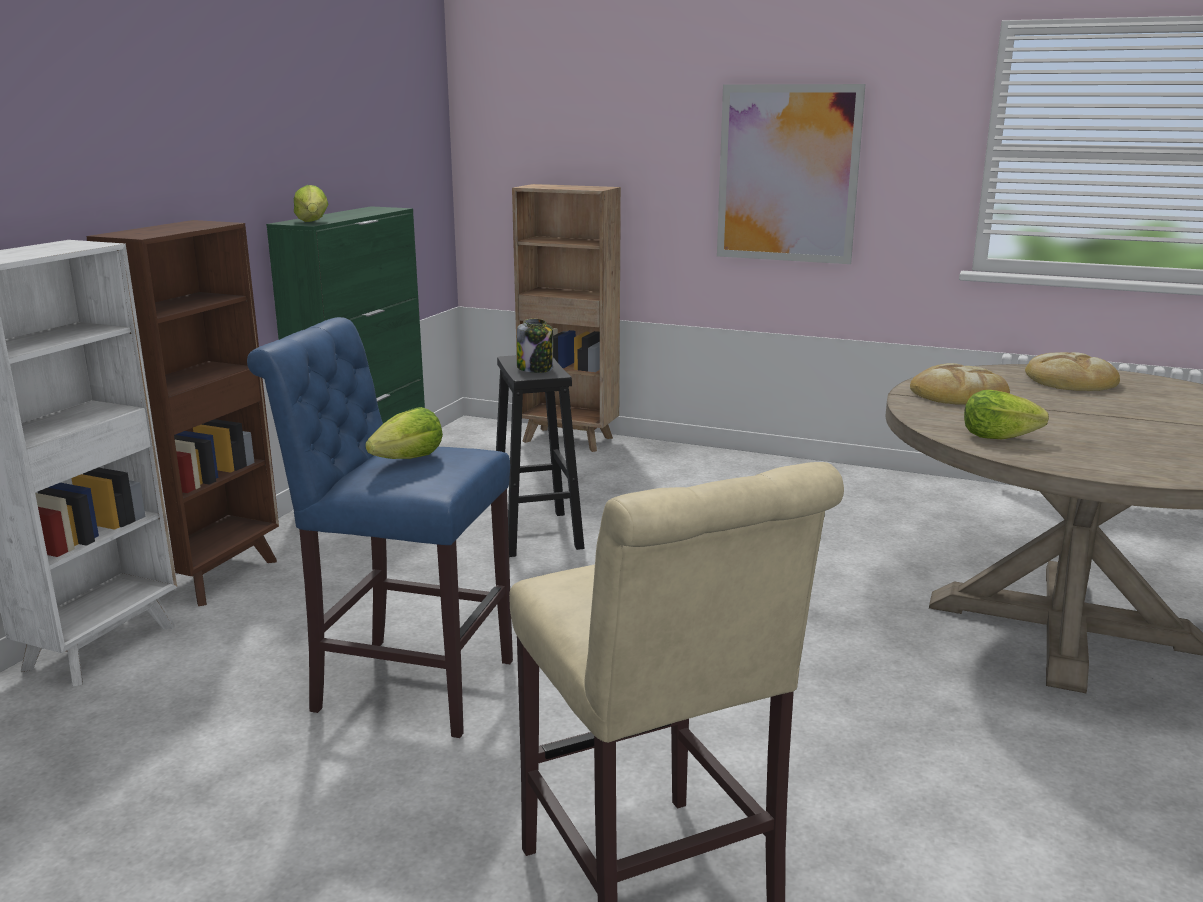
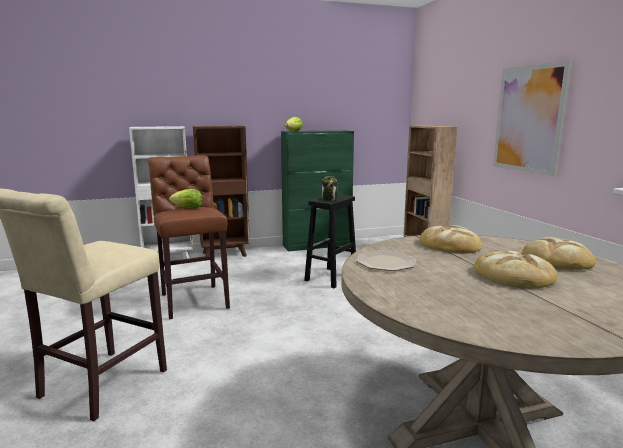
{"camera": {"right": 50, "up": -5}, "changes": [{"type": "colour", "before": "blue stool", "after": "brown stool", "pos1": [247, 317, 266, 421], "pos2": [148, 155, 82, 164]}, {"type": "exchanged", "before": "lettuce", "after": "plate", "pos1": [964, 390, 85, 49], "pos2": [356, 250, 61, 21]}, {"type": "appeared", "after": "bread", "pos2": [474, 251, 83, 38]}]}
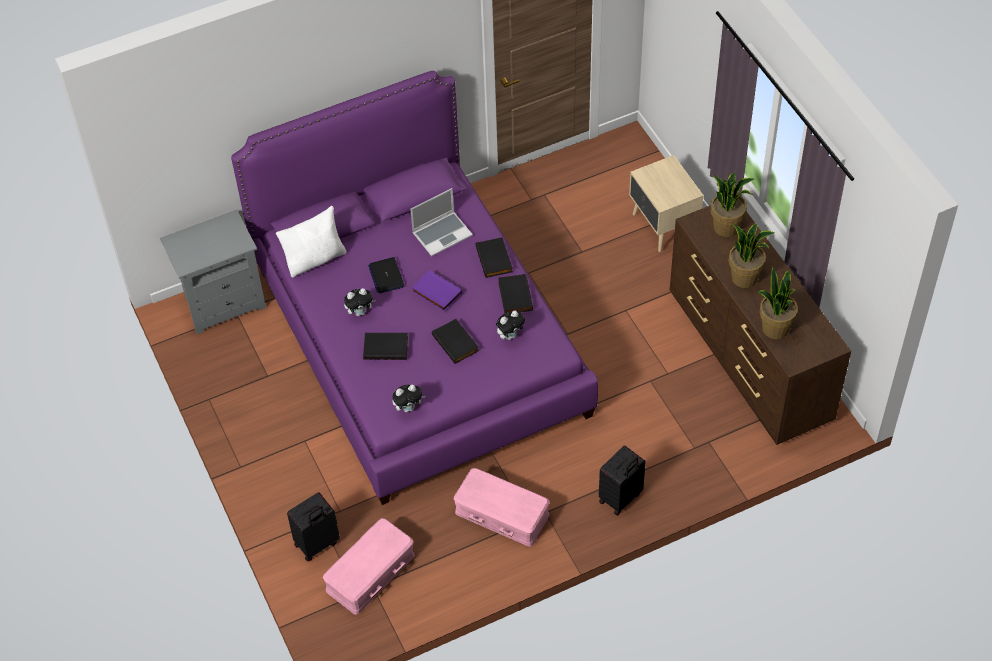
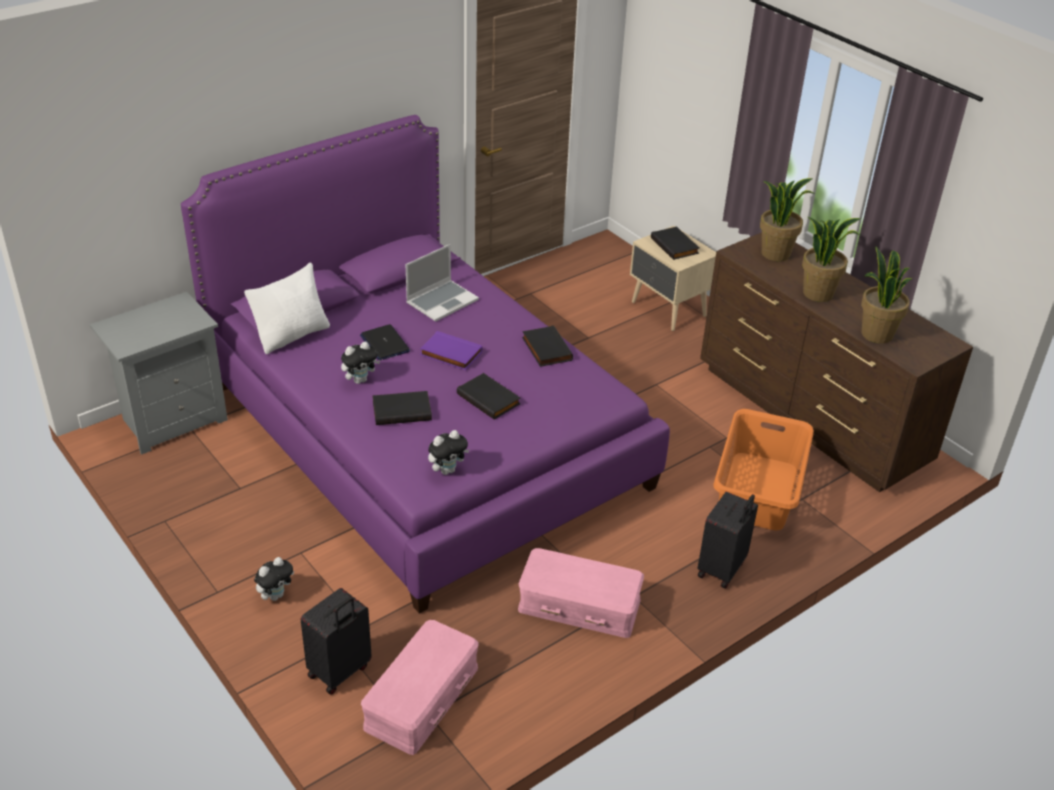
{"camera": {"right": -15, "up": -15}, "changes": [{"type": "relocated", "before": "plush toy", "pos1": [496, 311, 29, 29], "pos2": [254, 557, 40, 44]}, {"type": "relocated", "before": "black book", "pos1": [476, 237, 37, 41], "pos2": [651, 227, 48, 33]}, {"type": "appeared", "after": "orange laundry basket", "pos2": [714, 409, 100, 121]}]}
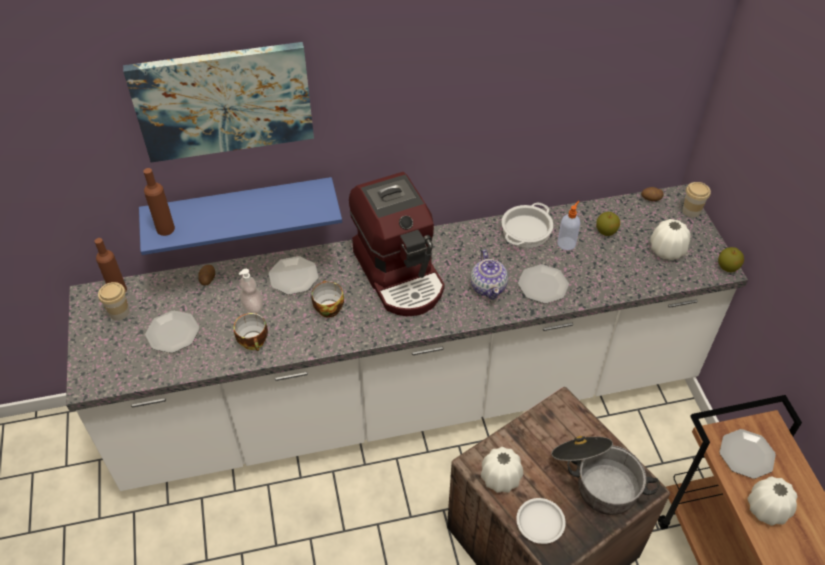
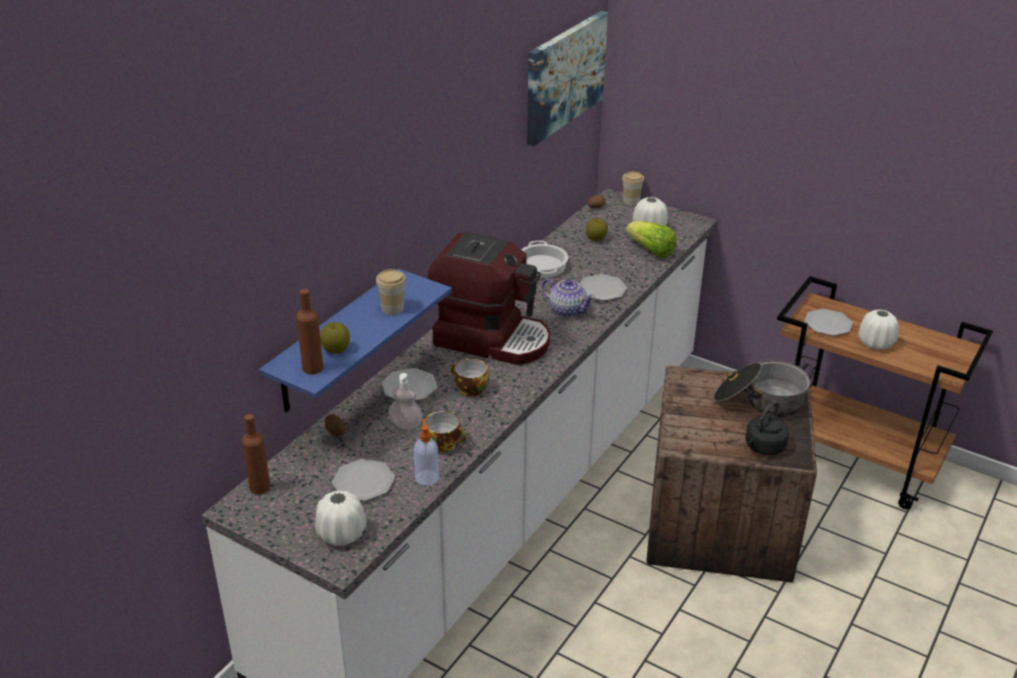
{"camera": {"right": -45, "up": -15}, "changes": [{"type": "relocated", "before": "white vase", "pos1": [481, 447, 42, 46], "pos2": [315, 491, 52, 55]}, {"type": "relocated", "before": "apple", "pos1": [718, 247, 26, 25], "pos2": [320, 322, 30, 31]}, {"type": "relocated", "before": "cup", "pos1": [98, 282, 31, 38], "pos2": [376, 269, 30, 46]}, {"type": "relocated", "before": "soap dispenser", "pos1": [558, 201, 22, 49], "pos2": [414, 419, 25, 67]}, {"type": "relocated", "before": "picture", "pos1": [123, 42, 191, 121], "pos2": [527, 11, 81, 135]}, {"type": "appeared", "after": "lettuce", "pos2": [626, 221, 50, 37]}, {"type": "exchanged", "before": "white plate", "after": "black kettle", "pos1": [516, 498, 50, 46], "pos2": [745, 401, 44, 54]}]}
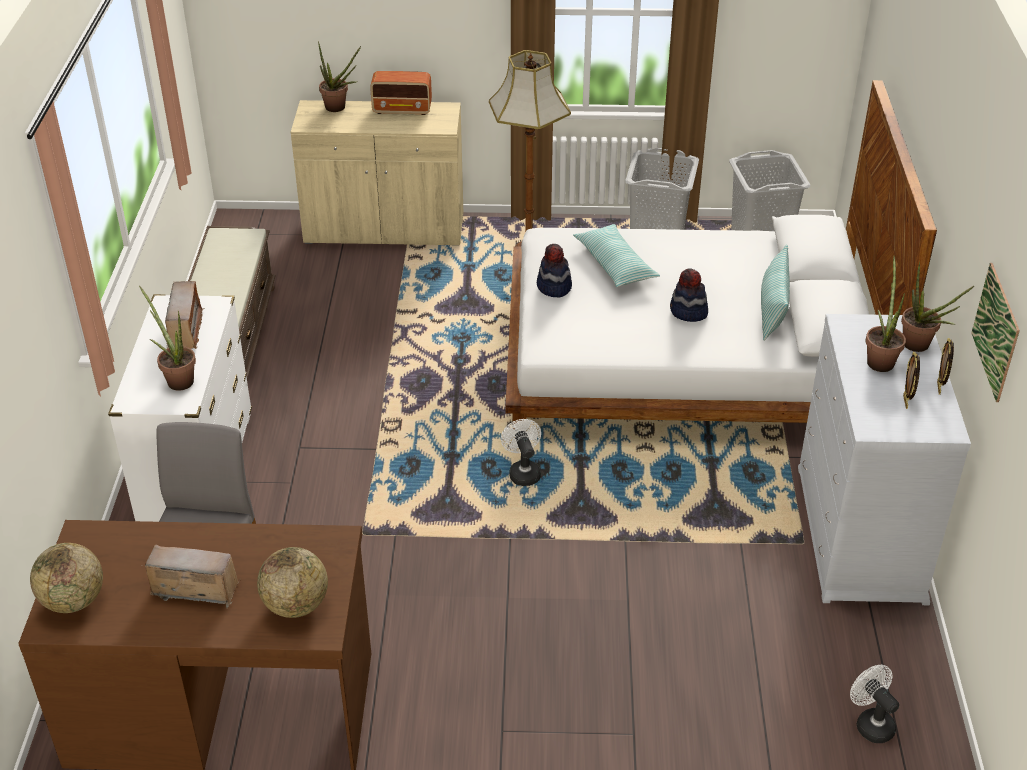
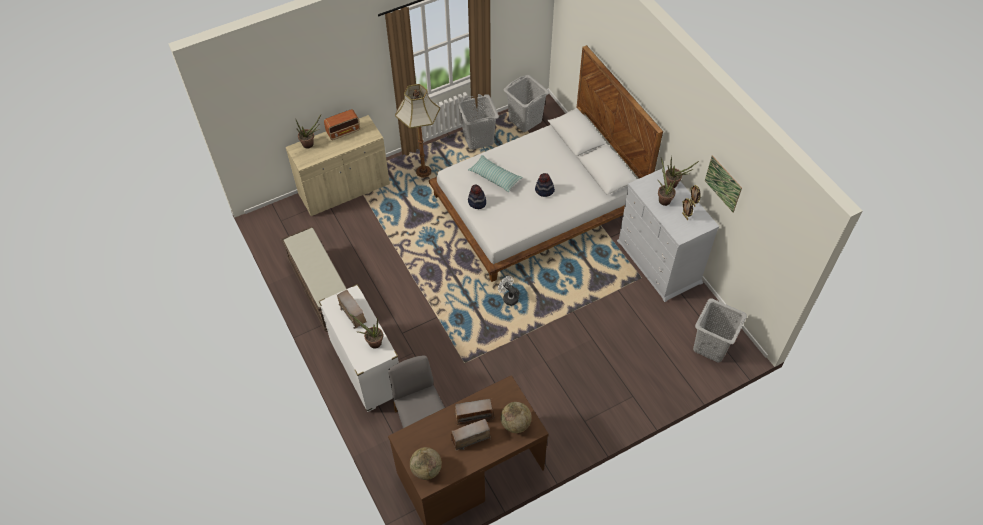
{"camera": {"right": -30, "up": 15}, "changes": [{"type": "appeared", "after": "radio", "pos2": [455, 399, 40, 26]}, {"type": "exchanged", "before": "white fan", "after": "grey laundry basket", "pos1": [850, 665, 49, 78], "pos2": [693, 299, 54, 64]}, {"type": "missing", "before": "pillow", "pos1": [761, 245, 29, 96]}]}
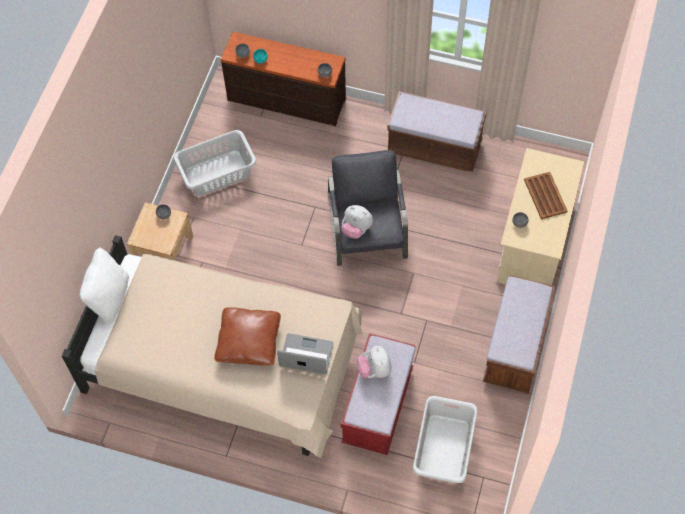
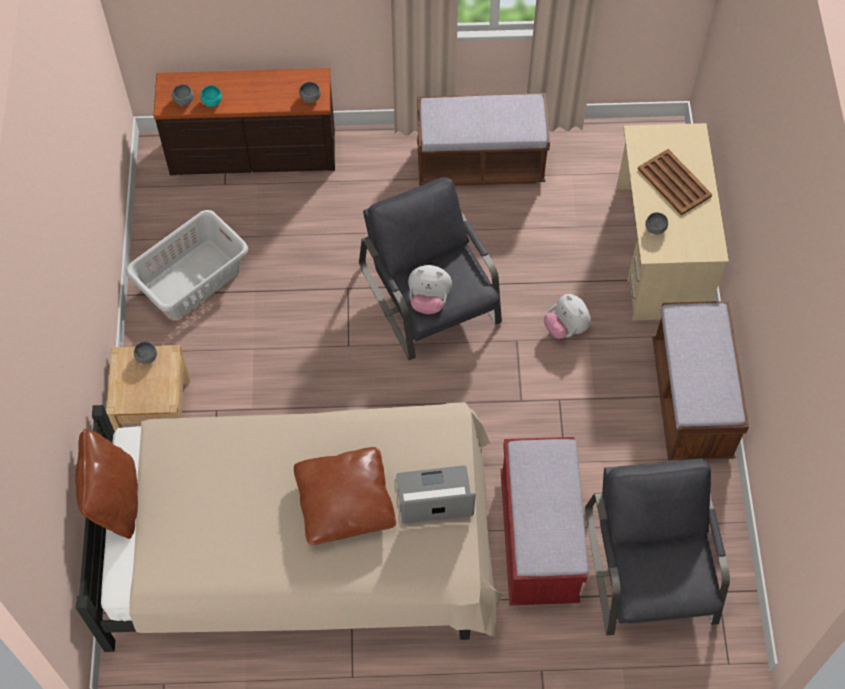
{"camera": {"right": -20, "up": 0}, "changes": [{"type": "colour", "before": "white pillow", "after": "brown pillow", "pos1": [80, 247, 49, 77], "pos2": [75, 429, 63, 110]}, {"type": "relocated", "before": "plush toy", "pos1": [357, 346, 34, 32], "pos2": [544, 294, 47, 45]}, {"type": "exchanged", "before": "grey laundry basket", "after": "grey armchair", "pos1": [413, 396, 65, 87], "pos2": [585, 458, 145, 177]}]}
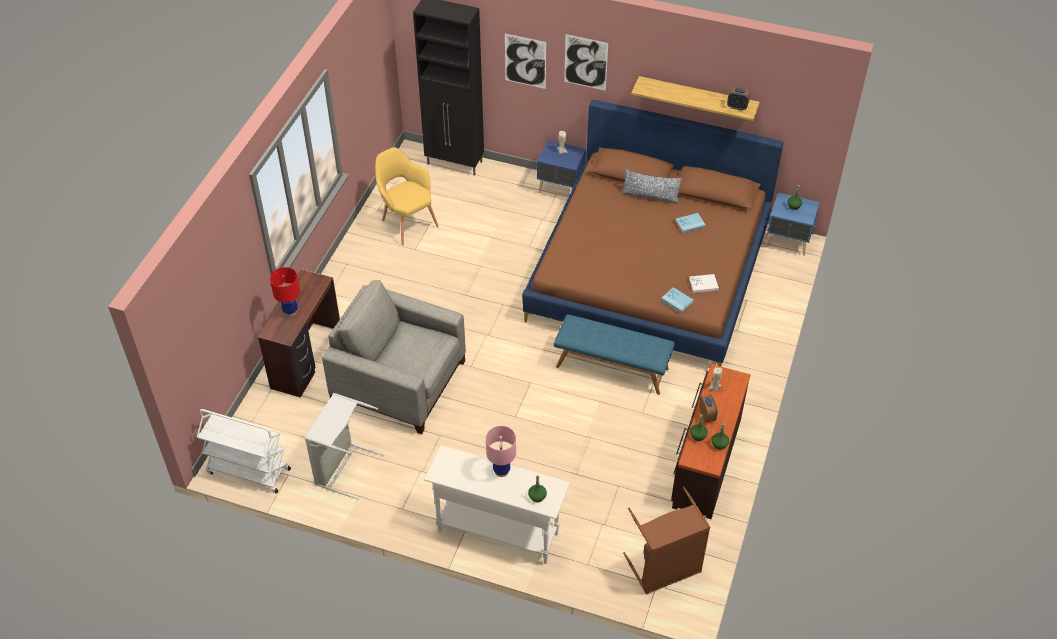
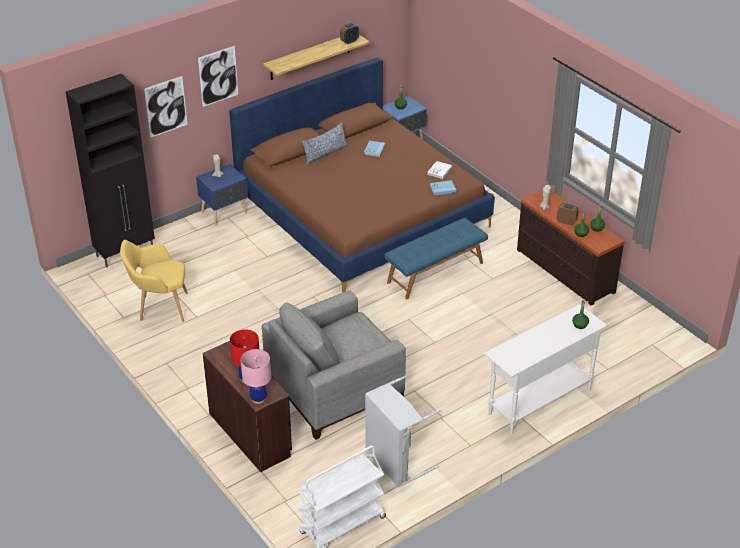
{"camera": {"right": -55, "up": -10}, "changes": [{"type": "relocated", "before": "pink table lamp", "pos1": [486, 426, 30, 51], "pos2": [241, 349, 30, 55]}, {"type": "missing", "before": "brown laundry basket", "pos1": [623, 486, 87, 109]}]}
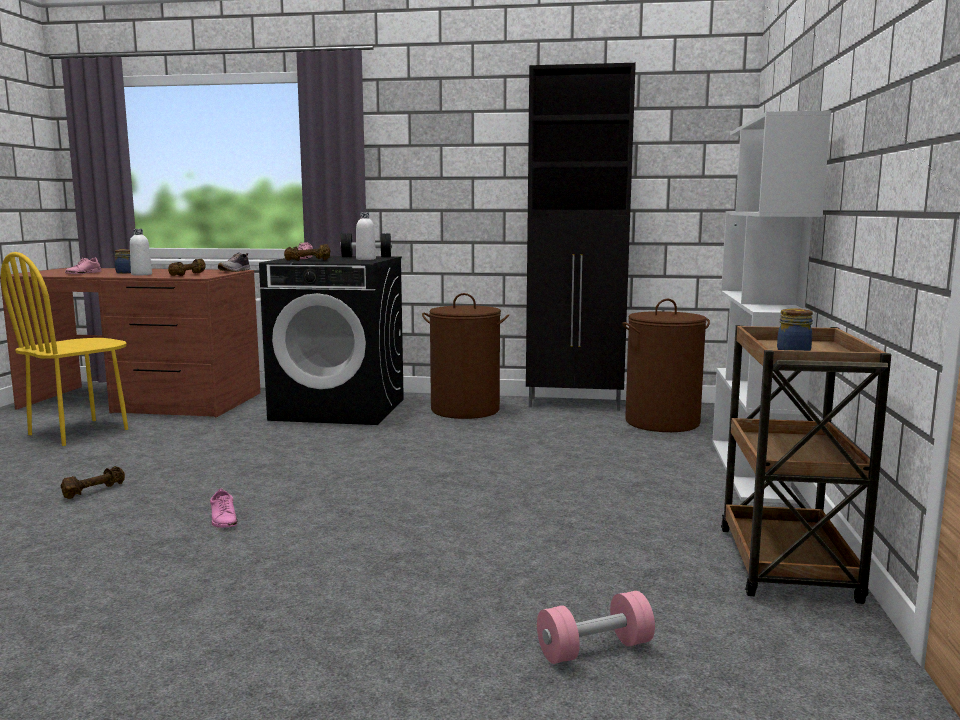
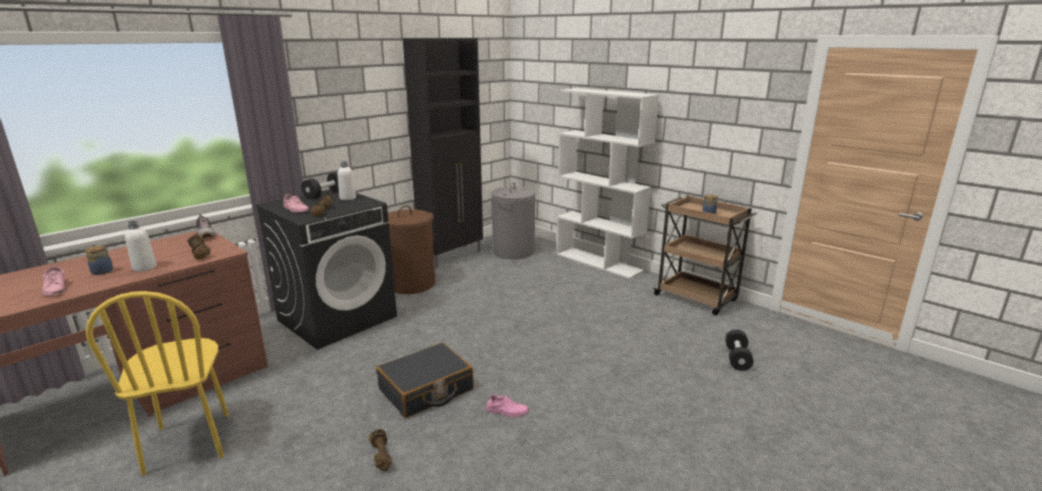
{"camera": {"right": -55, "up": 10}, "changes": [{"type": "appeared", "after": "black suitcase", "pos2": [376, 343, 98, 75]}, {"type": "colour", "before": "brown laundry basket", "after": "grey laundry basket", "pos1": [622, 298, 88, 134], "pos2": [491, 182, 44, 77]}, {"type": "colour", "before": "pink dumbbell", "after": "black dumbbell", "pos1": [537, 591, 118, 73], "pos2": [725, 329, 29, 42]}]}
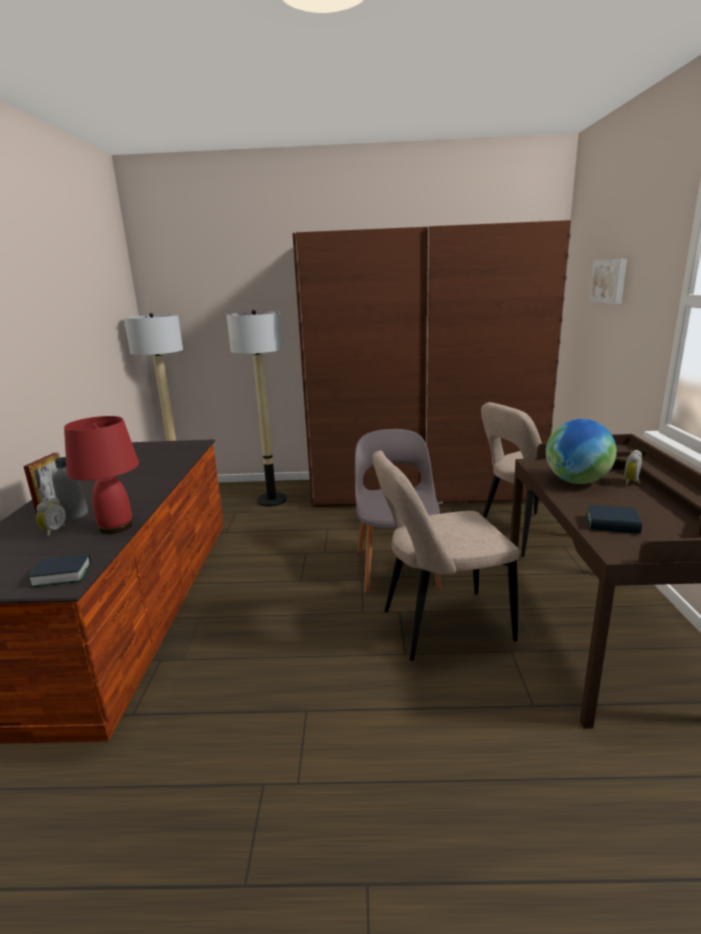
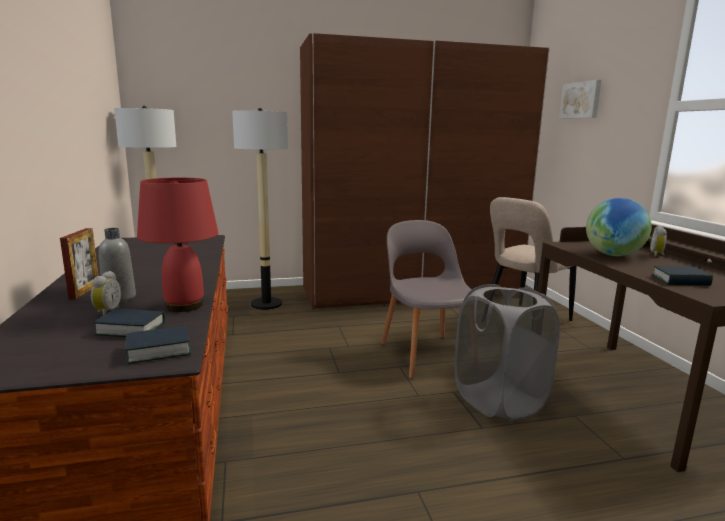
{"camera": {"right": -15, "up": -5}, "changes": [{"type": "appeared", "after": "book", "pos2": [93, 309, 72, 28]}, {"type": "exchanged", "before": "beige chair", "after": "grey laundry basket", "pos1": [372, 450, 147, 211], "pos2": [454, 284, 106, 137]}]}
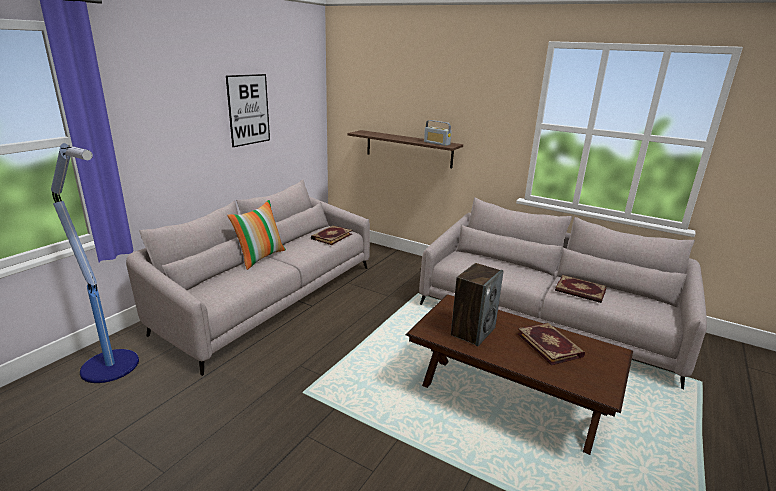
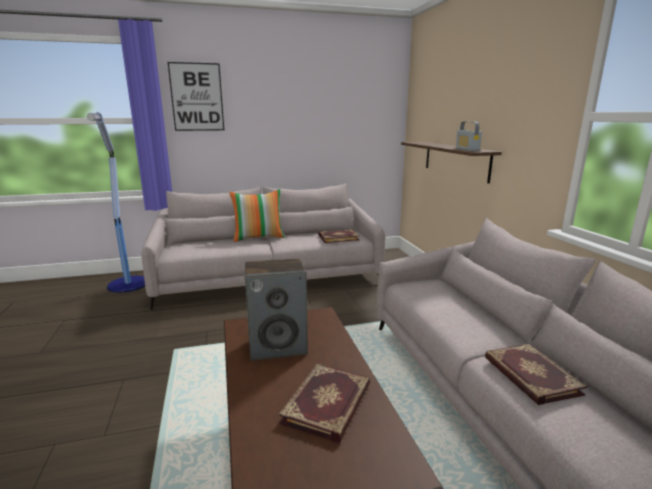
{"camera": {"right": 45, "up": -5}, "changes": [{"type": "relocated", "before": "picture", "pos1": [226, 74, 44, 73], "pos2": [168, 62, 56, 69]}]}
